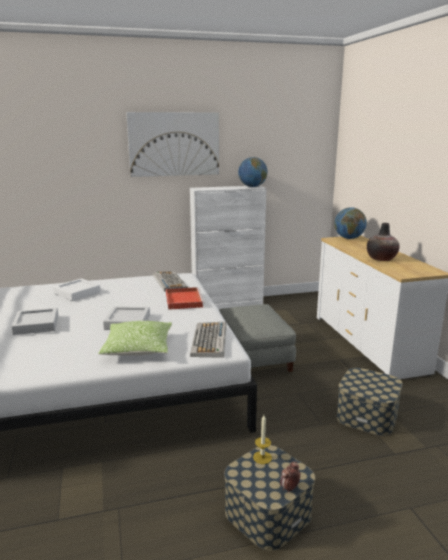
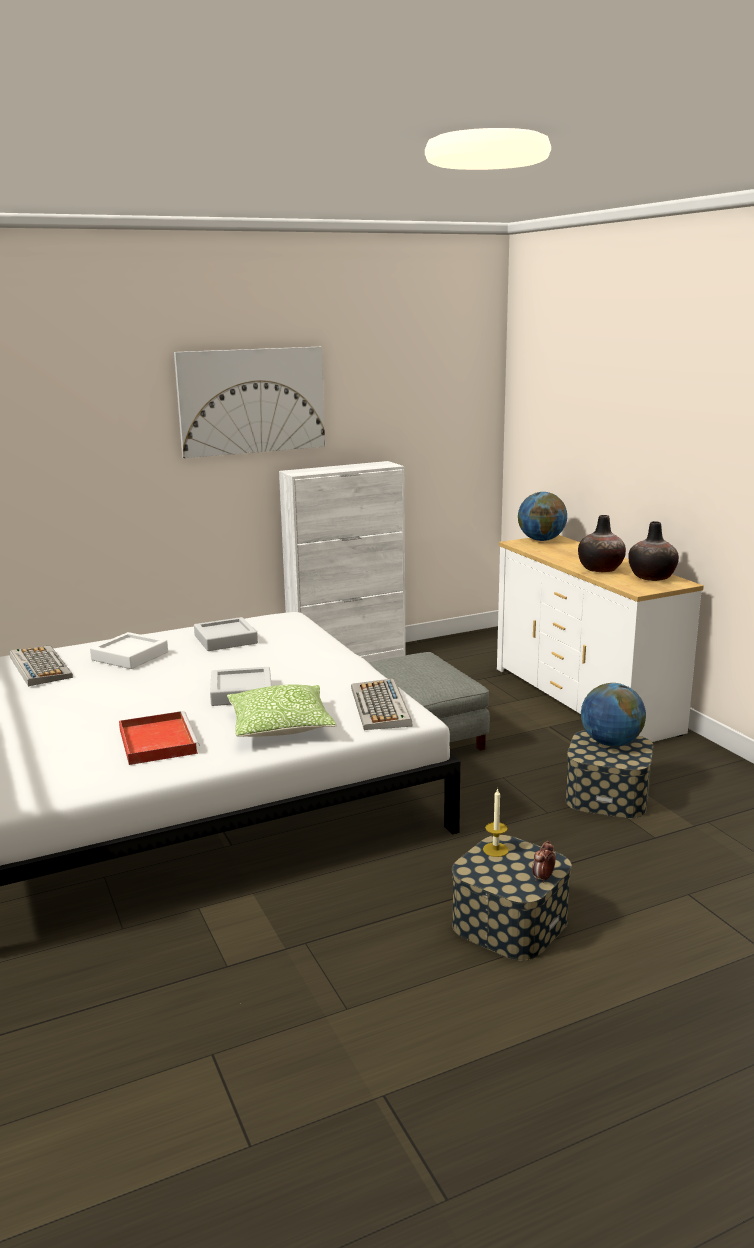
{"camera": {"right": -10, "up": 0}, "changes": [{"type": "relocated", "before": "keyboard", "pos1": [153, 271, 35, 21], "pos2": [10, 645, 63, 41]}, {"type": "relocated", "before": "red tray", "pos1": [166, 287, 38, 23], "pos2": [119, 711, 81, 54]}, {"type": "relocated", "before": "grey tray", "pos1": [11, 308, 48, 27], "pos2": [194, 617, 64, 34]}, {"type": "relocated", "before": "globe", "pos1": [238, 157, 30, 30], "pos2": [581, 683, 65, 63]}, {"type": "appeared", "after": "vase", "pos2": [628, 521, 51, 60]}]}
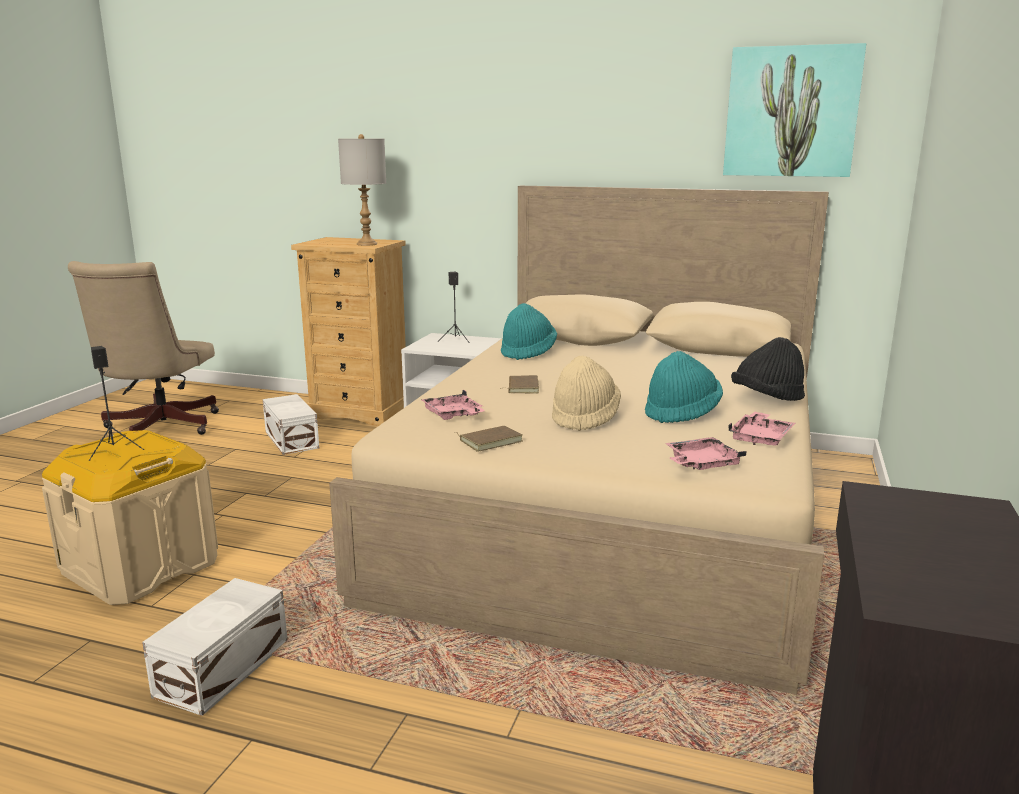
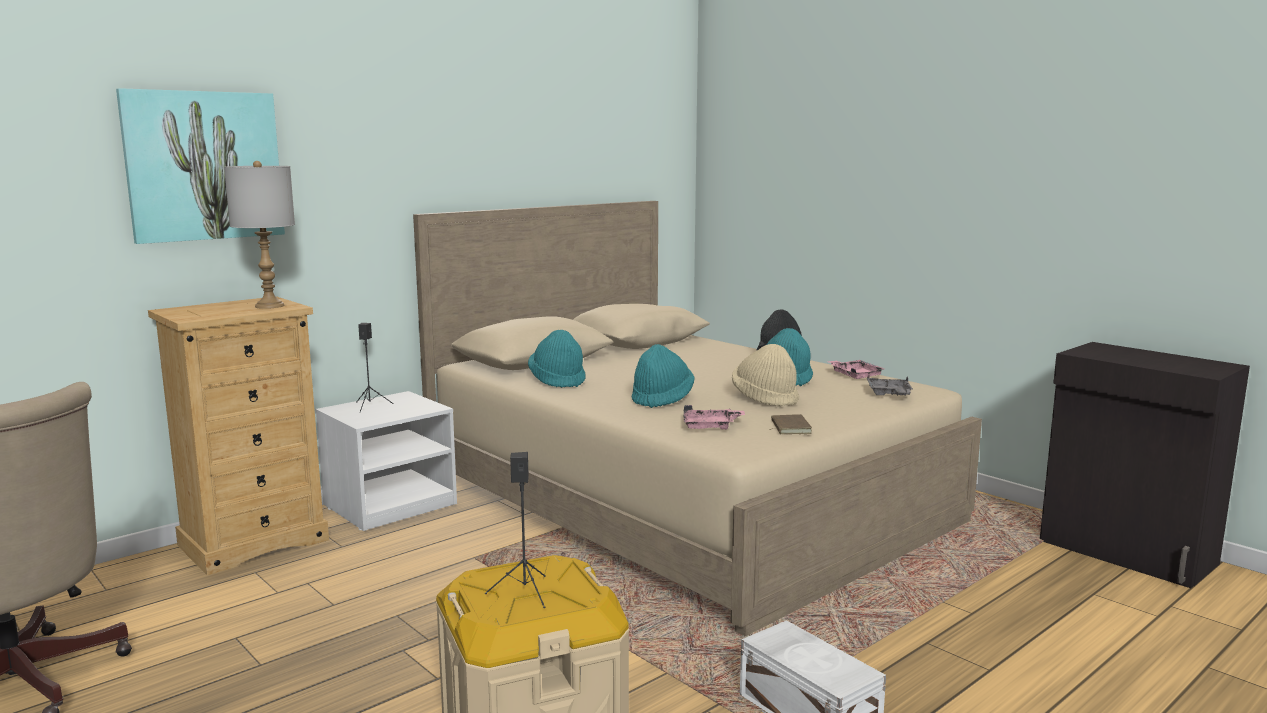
{"camera": {"right": -60, "up": -5}, "changes": [{"type": "relocated", "before": "picture", "pos1": [723, 43, 143, 134], "pos2": [116, 88, 169, 156]}, {"type": "exchanged", "before": "brown book", "after": "turquoise hat", "pos1": [500, 375, 39, 19], "pos2": [632, 344, 63, 64]}, {"type": "colour", "before": "pink tray", "after": "grey tray", "pos1": [665, 437, 82, 33], "pos2": [866, 376, 47, 20]}, {"type": "missing", "before": "white storage box", "pos1": [262, 394, 57, 61]}]}
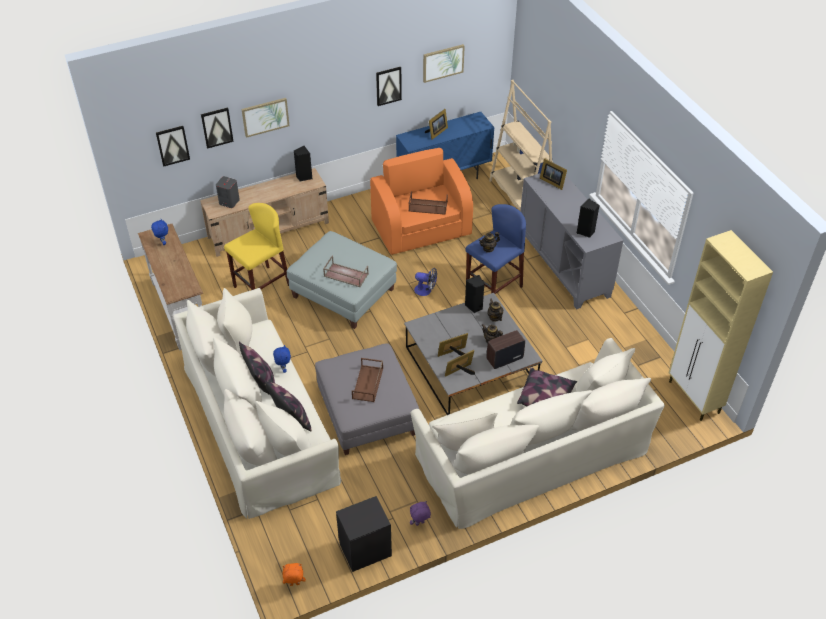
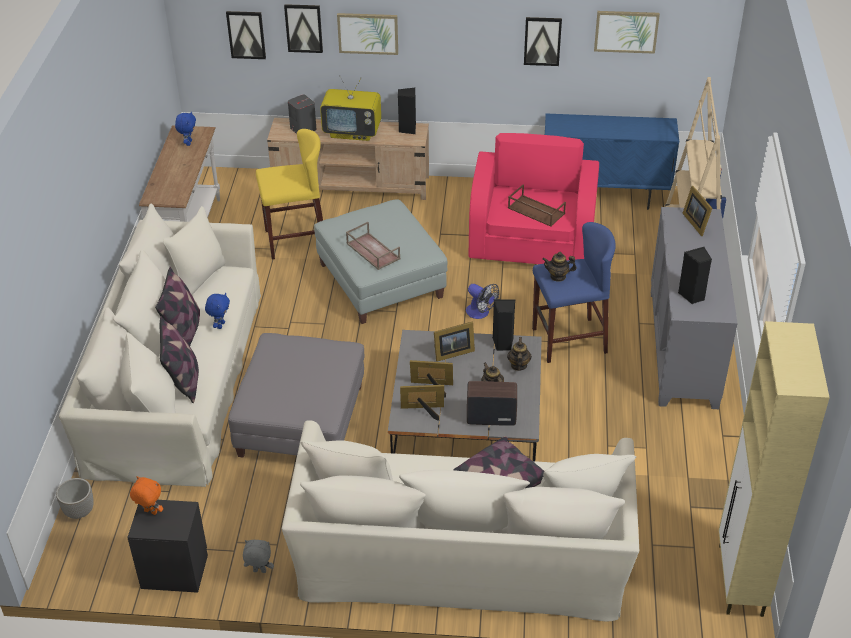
{"camera": {"right": 30, "up": -5}, "changes": [{"type": "appeared", "after": "planter", "pos2": [56, 478, 38, 41]}, {"type": "relocated", "before": "orange plush toy", "pos1": [282, 563, 24, 23], "pos2": [130, 476, 33, 39]}, {"type": "colour", "before": "purple plush toy", "after": "grey plush toy", "pos1": [410, 501, 21, 25], "pos2": [243, 540, 31, 33]}, {"type": "appeared", "after": "television", "pos2": [320, 75, 61, 66]}, {"type": "relocated", "before": "picture frame", "pos1": [425, 109, 23, 31], "pos2": [434, 321, 41, 41]}, {"type": "colour", "before": "orange armchair", "after": "pink armchair", "pos1": [370, 148, 103, 107], "pos2": [469, 133, 130, 131]}, {"type": "missing", "before": "brown tray", "pos1": [352, 358, 31, 44]}]}
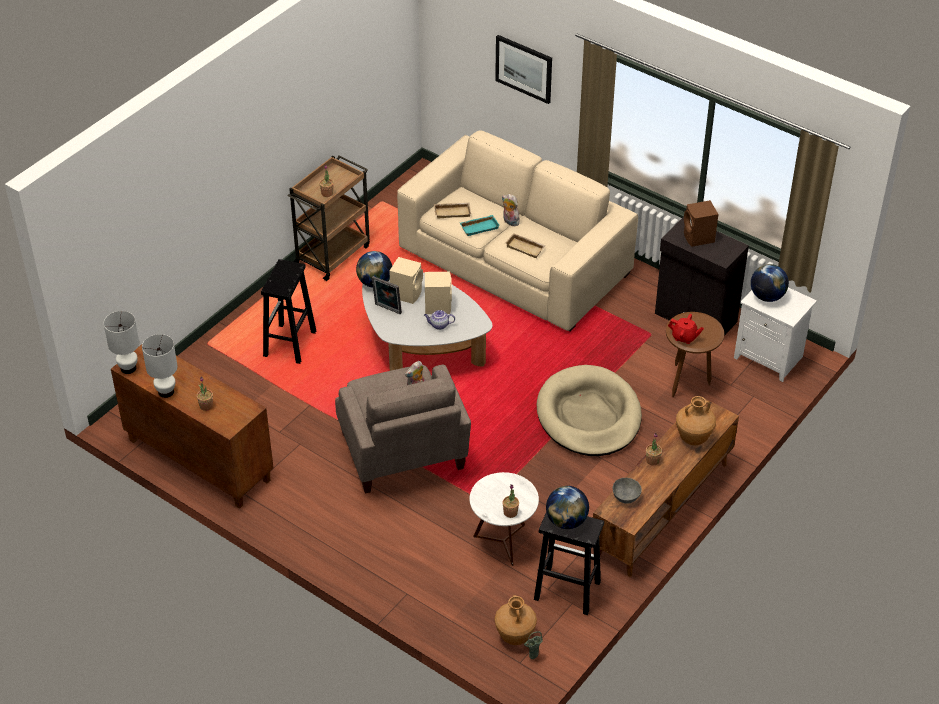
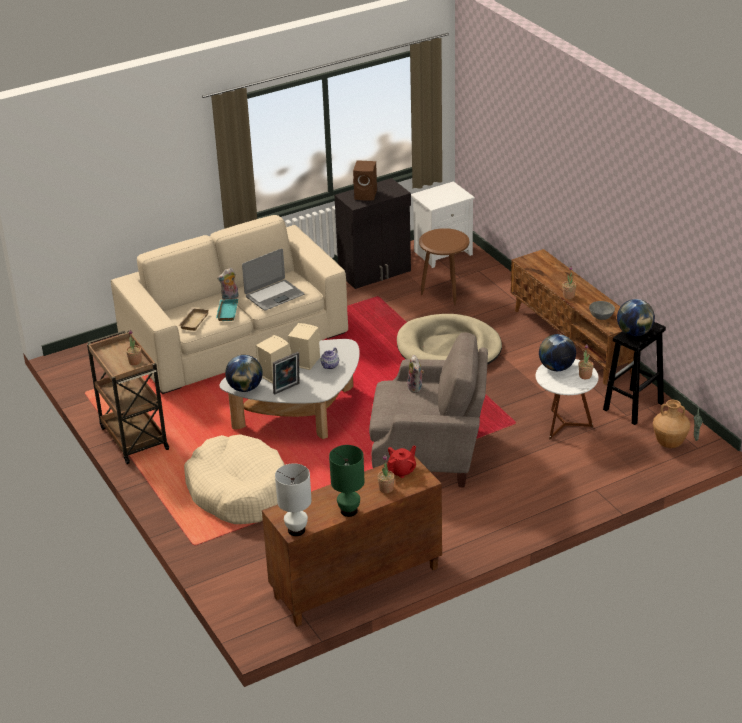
{"camera": {"right": -65, "up": -10}, "changes": [{"type": "exchanged", "before": "black stool", "after": "beige dog bed", "pos1": [261, 259, 55, 105], "pos2": [184, 434, 101, 90]}, {"type": "exchanged", "before": "beige tray", "after": "laptop", "pos1": [505, 233, 40, 25], "pos2": [242, 248, 62, 62]}, {"type": "colour", "before": "white table lamp", "after": "green table lamp", "pos1": [142, 334, 36, 64], "pos2": [329, 445, 35, 72]}, {"type": "relocated", "before": "red teapot", "pos1": [668, 314, 36, 30], "pos2": [387, 446, 29, 32]}, {"type": "relocated", "before": "globe", "pos1": [751, 264, 38, 38], "pos2": [539, 334, 37, 37]}, {"type": "missing", "before": "picture", "pos1": [495, 35, 57, 69]}, {"type": "missing", "before": "brown vase", "pos1": [676, 396, 40, 49]}]}
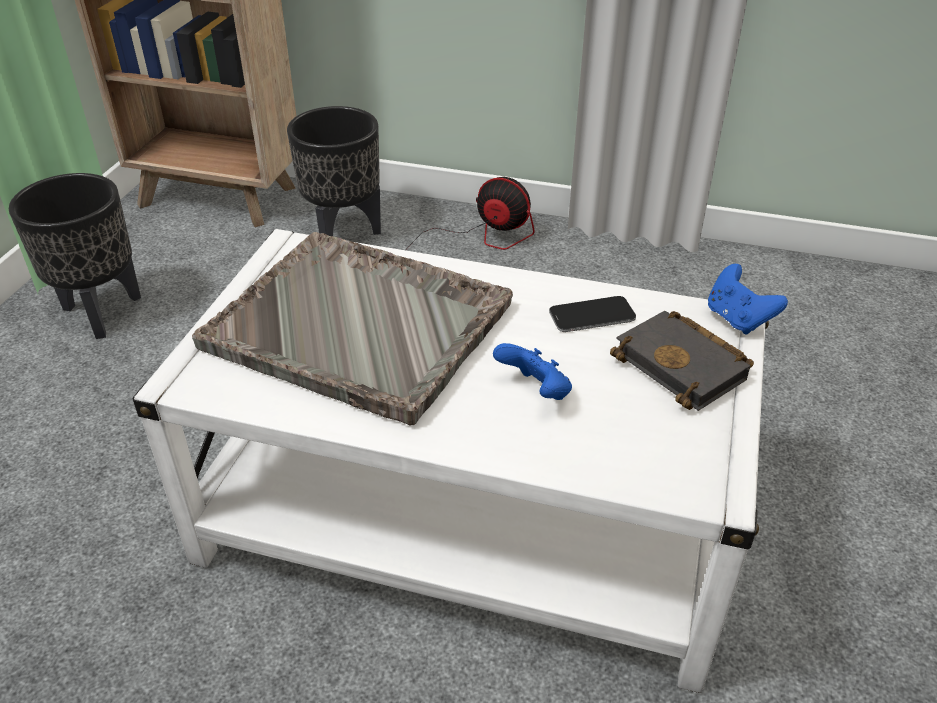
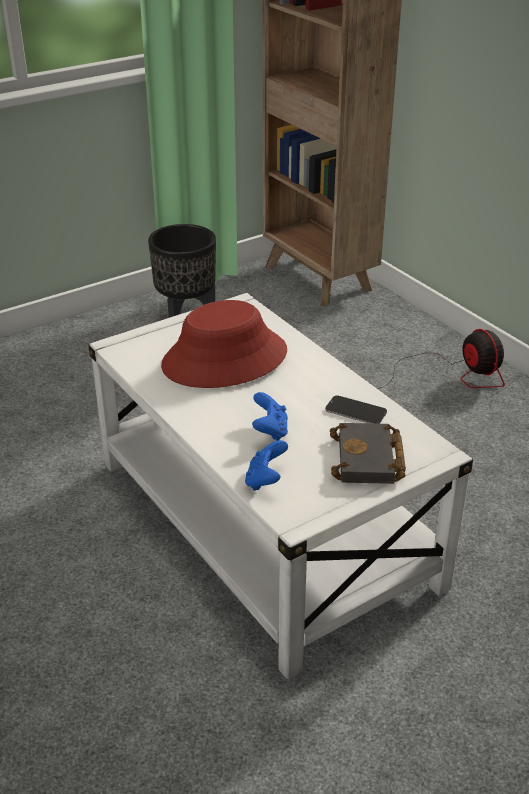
{"camera": {"right": 40, "up": -5}, "changes": [{"type": "exchanged", "before": "grey tray", "after": "red hat", "pos1": [192, 232, 321, 193], "pos2": [161, 300, 126, 88]}, {"type": "relocated", "before": "blue game controller", "pos1": [708, 264, 80, 71], "pos2": [245, 440, 43, 51]}, {"type": "missing", "before": "black planter", "pos1": [287, 106, 94, 130]}]}
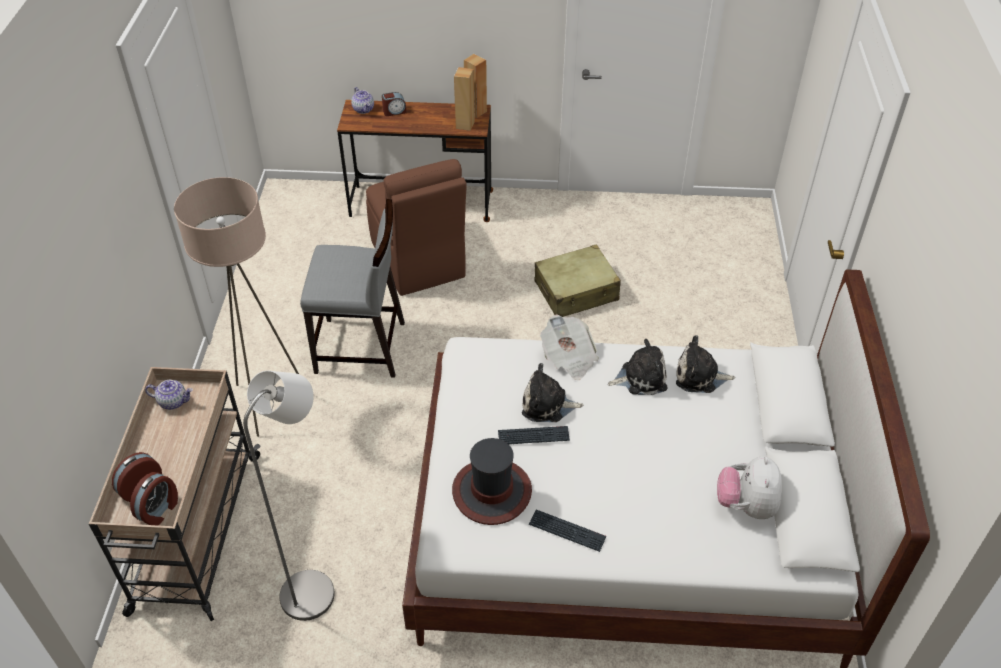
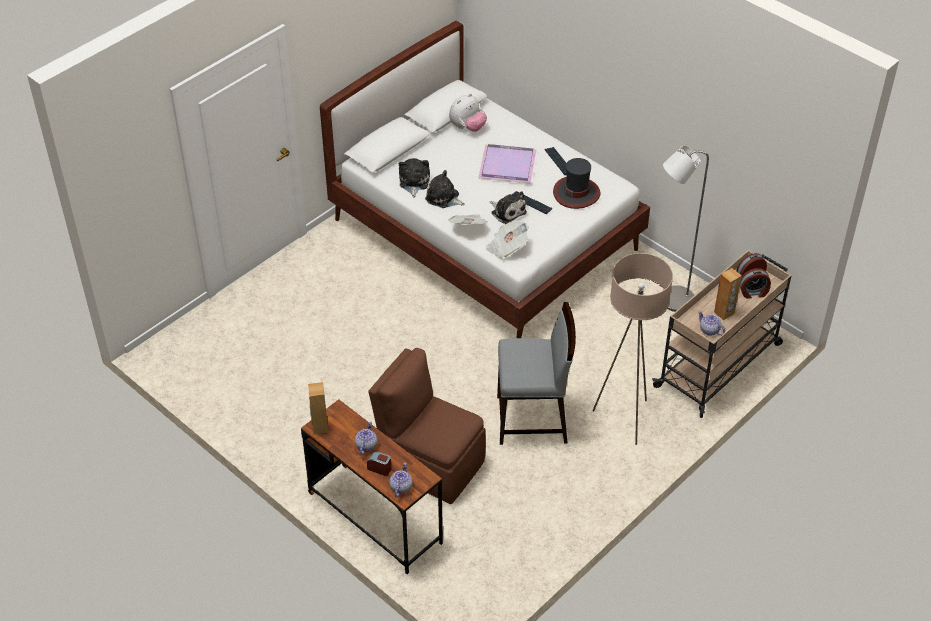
{"camera": {"right": -140, "up": 0}, "changes": [{"type": "appeared", "after": "teapot", "pos2": [355, 421, 22, 34]}, {"type": "spun", "before": "brown chair", "pos1": [366, 159, 101, 137], "pos2": [368, 348, 118, 156], "turn": -75}, {"type": "spun", "before": "plush toy", "pos1": [676, 335, 59, 58], "pos2": [399, 158, 31, 39], "turn": -135}, {"type": "appeared", "after": "purple tray", "pos2": [478, 144, 58, 39]}, {"type": "appeared", "after": "newspaper", "pos2": [486, 220, 43, 39]}, {"type": "spun", "before": "grey chair", "pos1": [300, 199, 105, 179], "pos2": [497, 302, 79, 143], "turn": 135}, {"type": "relocated", "before": "brown speaker", "pos1": [454, 67, 21, 64], "pos2": [714, 268, 28, 52]}, {"type": "missing", "before": "beige suitcase", "pos1": [534, 244, 87, 73]}]}
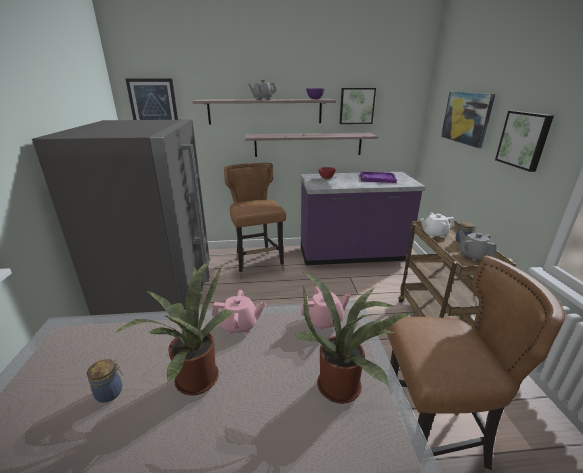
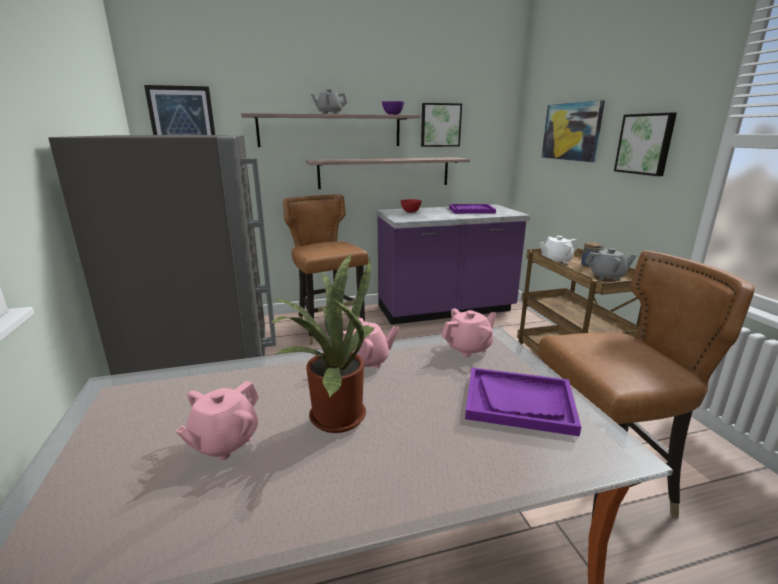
{"camera": {"right": -10, "up": -5}, "changes": [{"type": "exchanged", "before": "jar", "after": "pink teapot", "pos1": [87, 359, 36, 44], "pos2": [176, 381, 83, 79]}, {"type": "exchanged", "before": "potted plant", "after": "purple tray", "pos1": [296, 272, 116, 132], "pos2": [465, 368, 116, 68]}, {"type": "spun", "before": "grey teapot", "pos1": [459, 231, 37, 31], "pos2": [585, 248, 52, 32], "turn": 135}]}
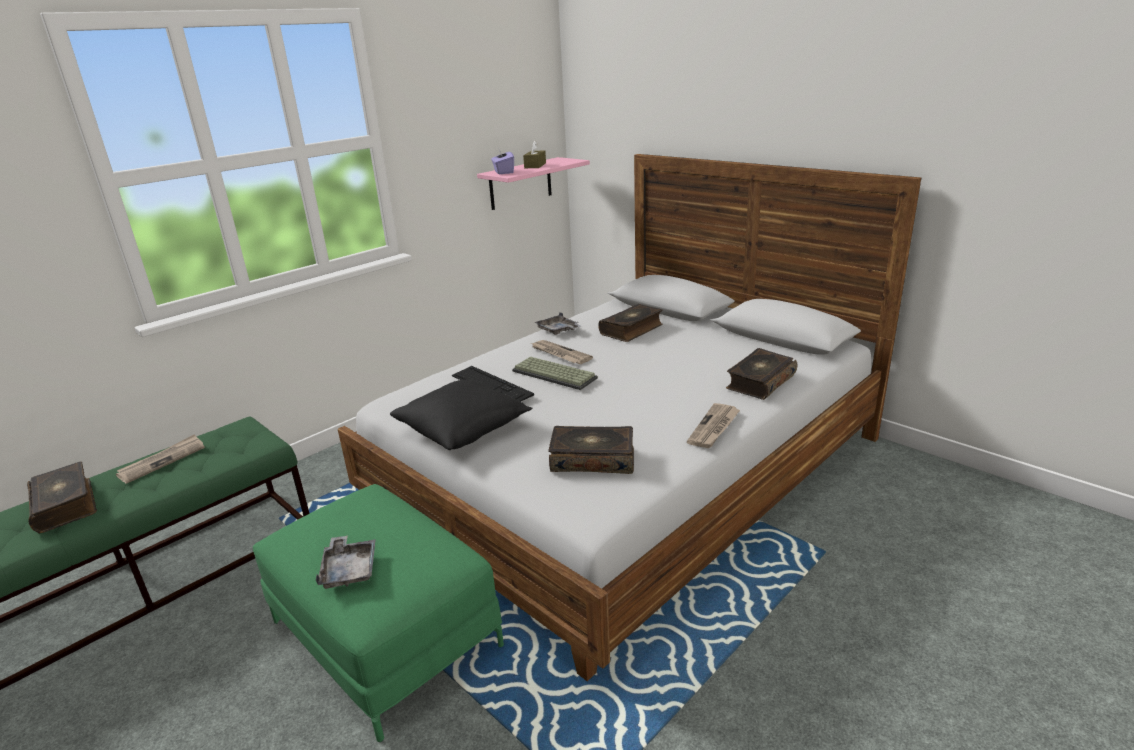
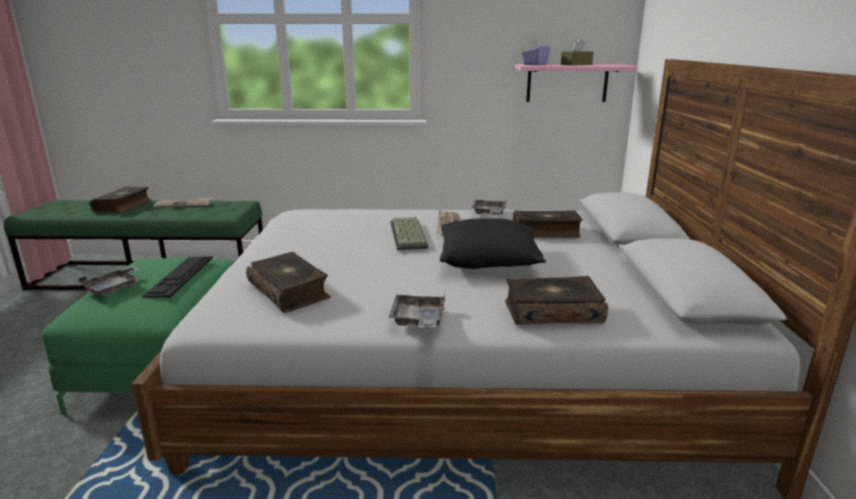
{"camera": {"right": 45, "up": -5}, "changes": [{"type": "relocated", "before": "keyboard", "pos1": [452, 366, 82, 36], "pos2": [142, 256, 70, 42]}, {"type": "exchanged", "before": "newspaper", "after": "grey tray", "pos1": [687, 403, 53, 45], "pos2": [389, 294, 56, 34]}, {"type": "relocated", "before": "black pillow", "pos1": [390, 378, 142, 72], "pos2": [440, 218, 106, 51]}]}
